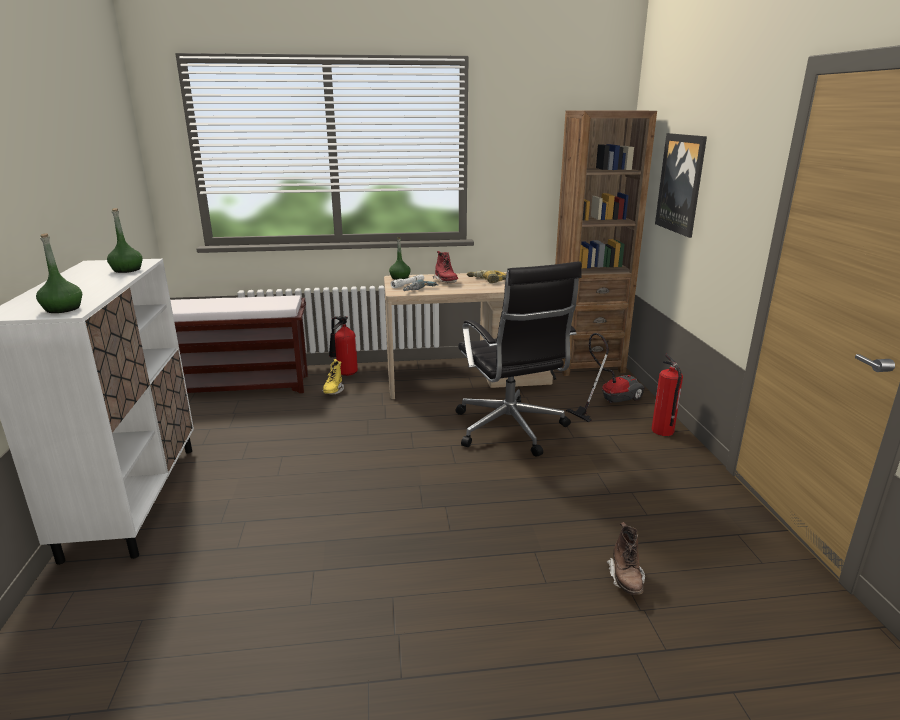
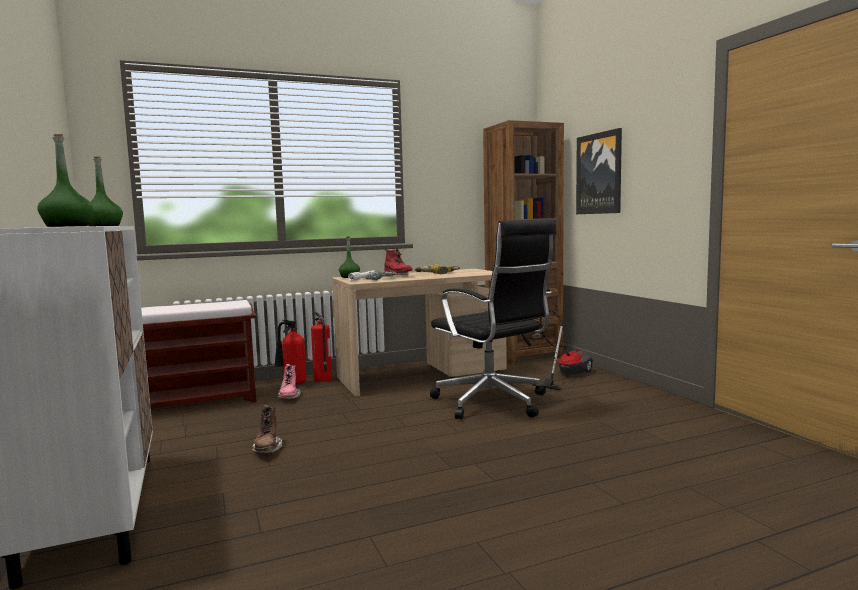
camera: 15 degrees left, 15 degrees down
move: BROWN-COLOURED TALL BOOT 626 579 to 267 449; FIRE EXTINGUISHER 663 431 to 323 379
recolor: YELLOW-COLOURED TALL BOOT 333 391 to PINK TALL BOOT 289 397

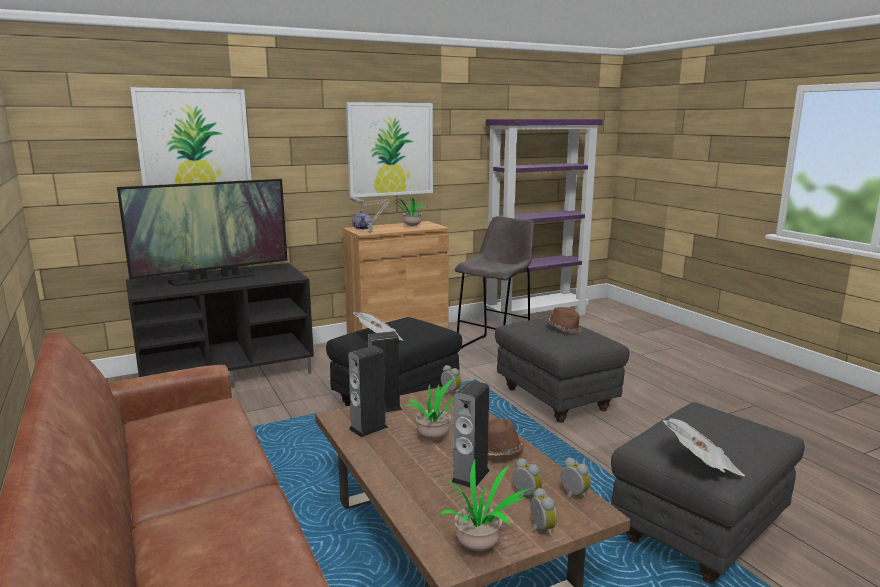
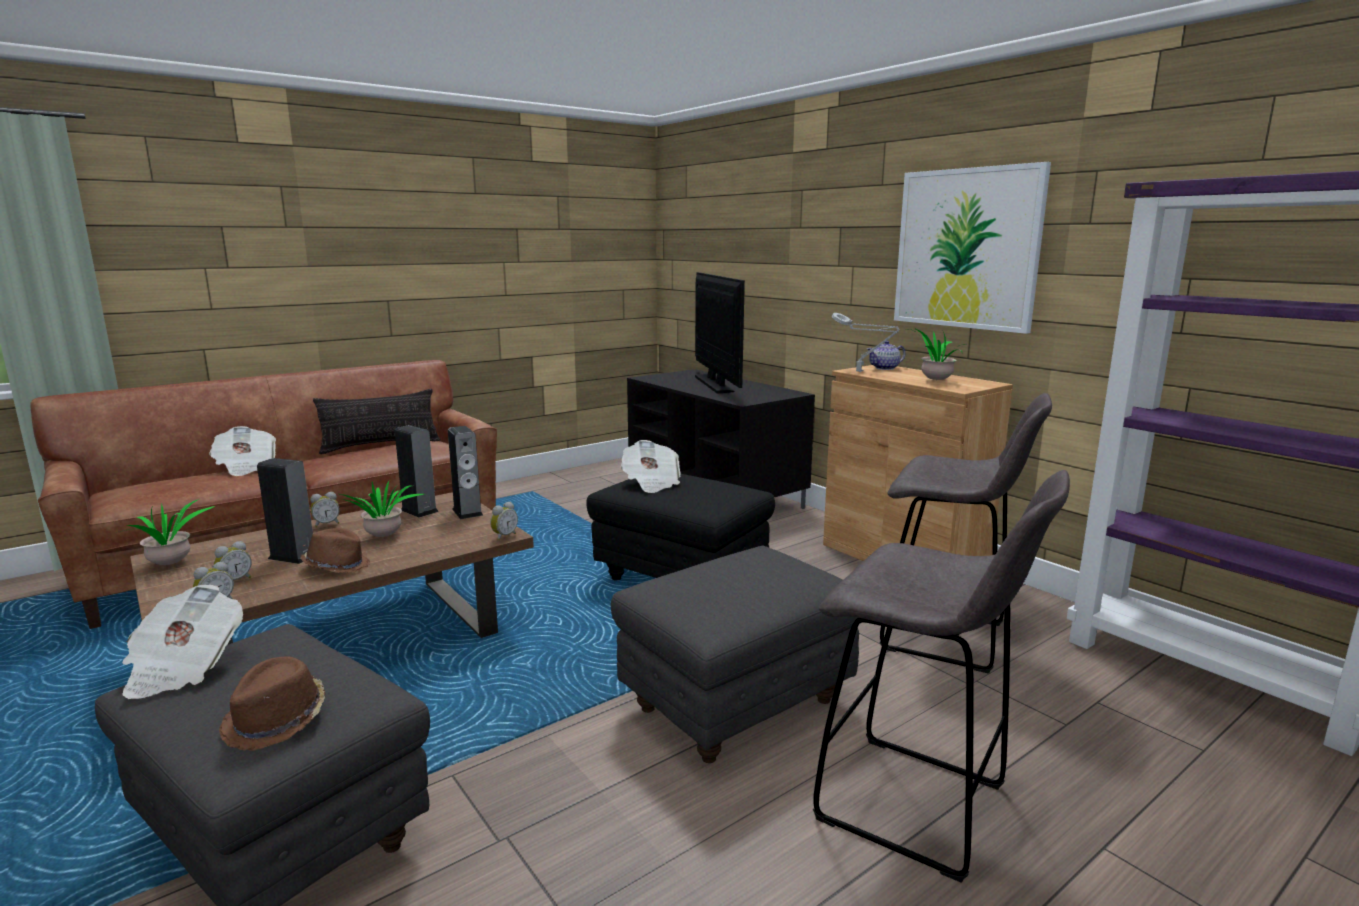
camera: 80 degrees right, 0 degrees up
delete: WALL PICTURE 194 142
insert: PRINTED PAPER 246 467; PILLOW 381 445; GREYISH STOOL SEAT 917 805
move: TABLE CLOCK 540 530 to 327 524; BROWN-COLOURED CLOTHING HAT 564 329 to 277 720
rotate: TV 213 279 = 714 384 150 degrees counterclockwise

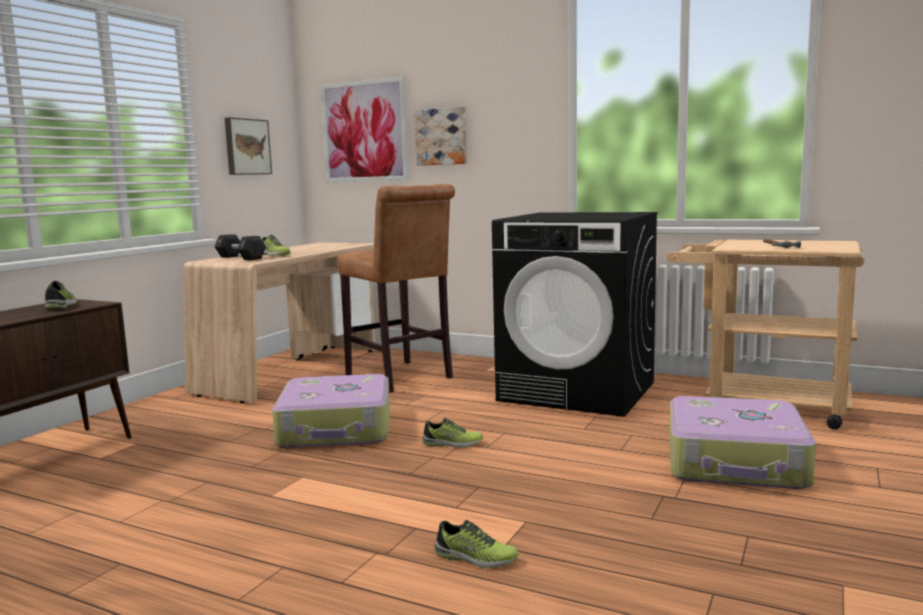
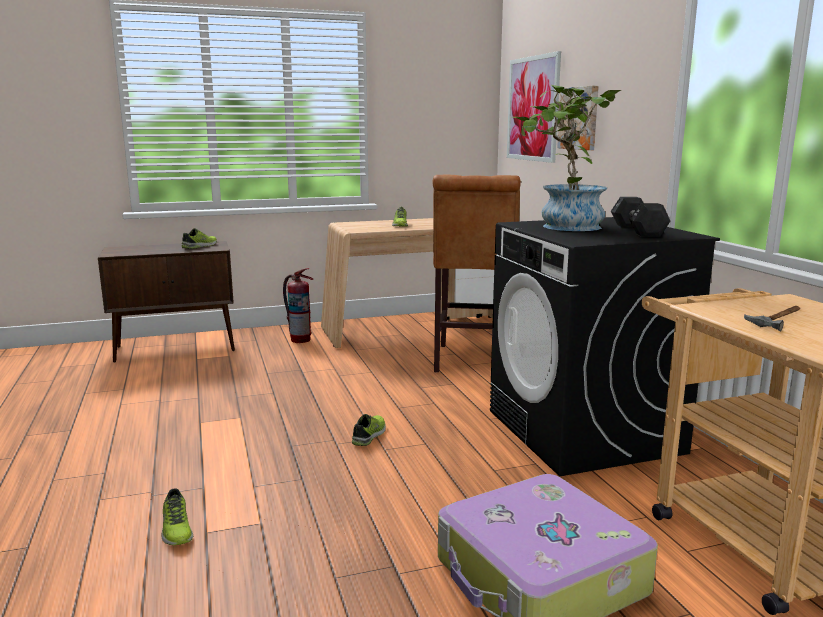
camera: 45 degrees right, 5 degrees up
delete: WALL PICTURE 246 147; SUITCASE 337 429
insert: FIRE EXTINGUISHER 300 339; PLANT IN A POT 563 227
move: BLACK DUMBBELL 240 258 to 637 231
rotate: SHOE 452 444 = 370 435 120 degrees counterclockwise

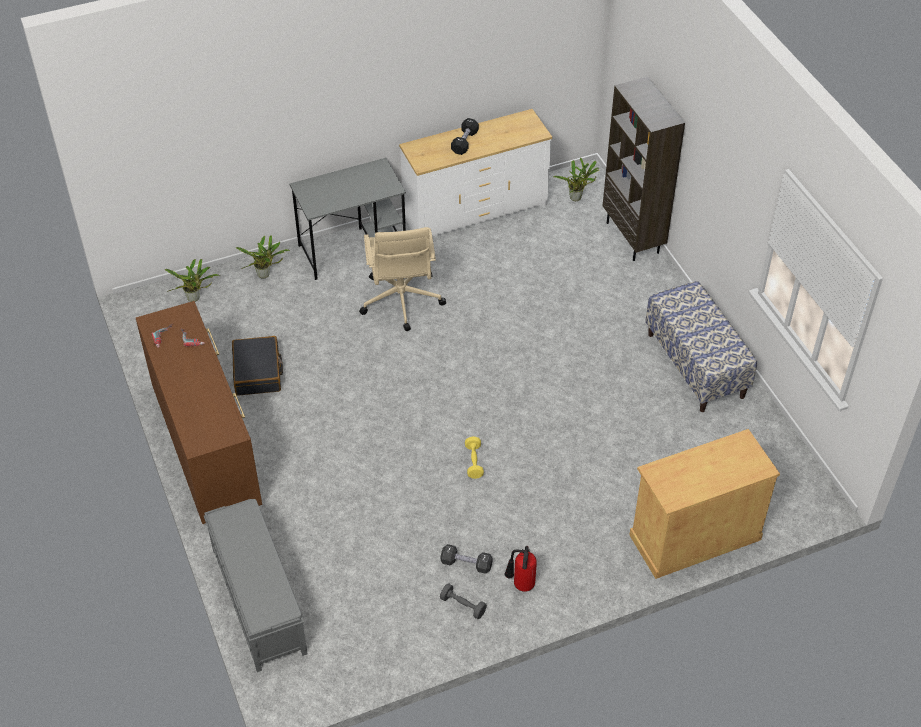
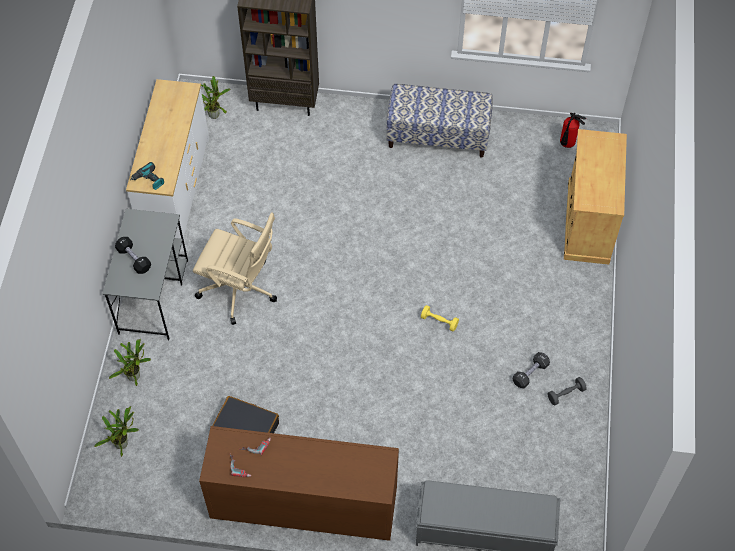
camera: 60 degrees left, 10 degrees up
insert: ELECTRIC DRILL 149 180
move: BLACK DUMBBELL 464 142 to 134 259; FIRE EXTINGUISHER 520 585 to 566 145

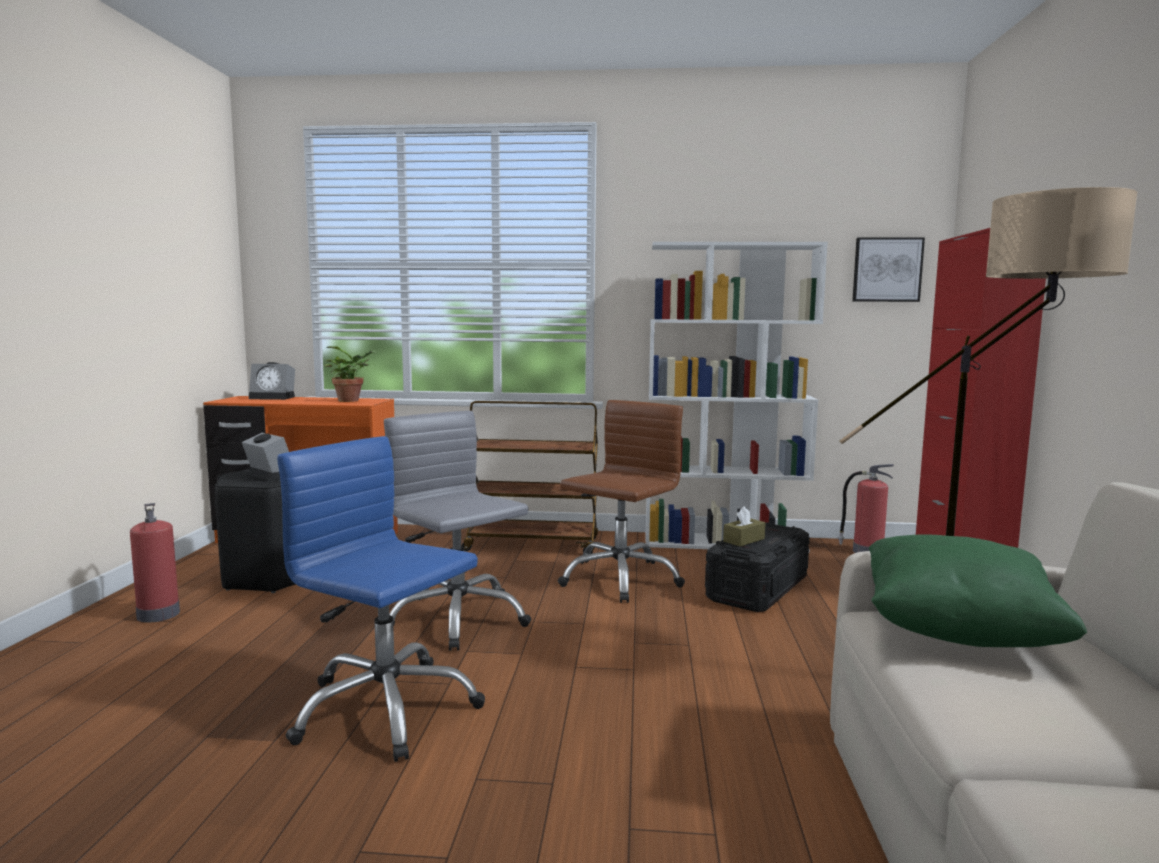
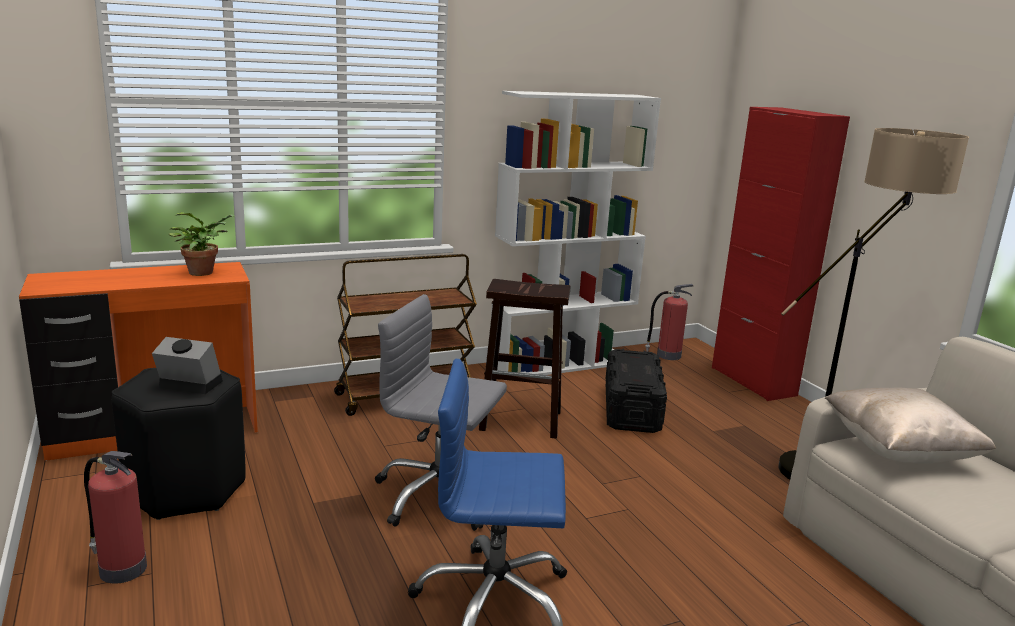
camera: 30 degrees left, 10 degrees up
delete: TABLE CLOCK 274 397; BROWN-COLOURED TISSUE BOX 744 540; WALL PICTURE 887 270
replace: BROWN-COLOURED COMPUTER CHAIR 619 579 to BROWN-COLOURED STOOL SEAT 522 420
recolor: GREENISH PILLOW 957 632 to SAND-COLOURED PILLOW 899 451

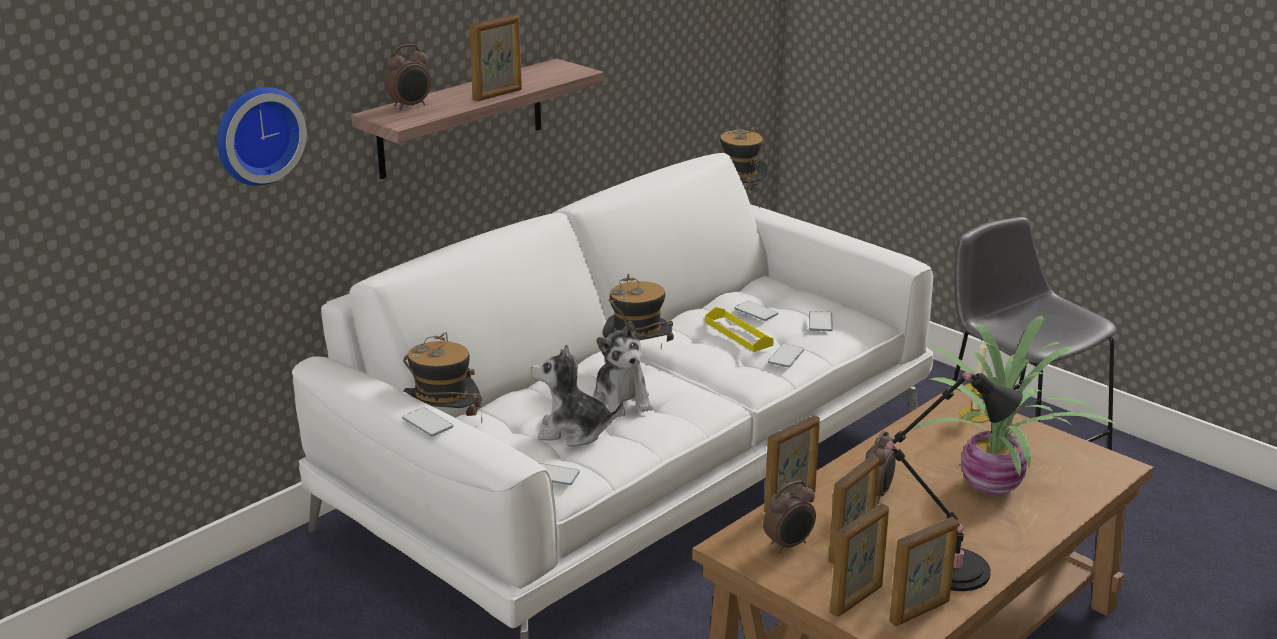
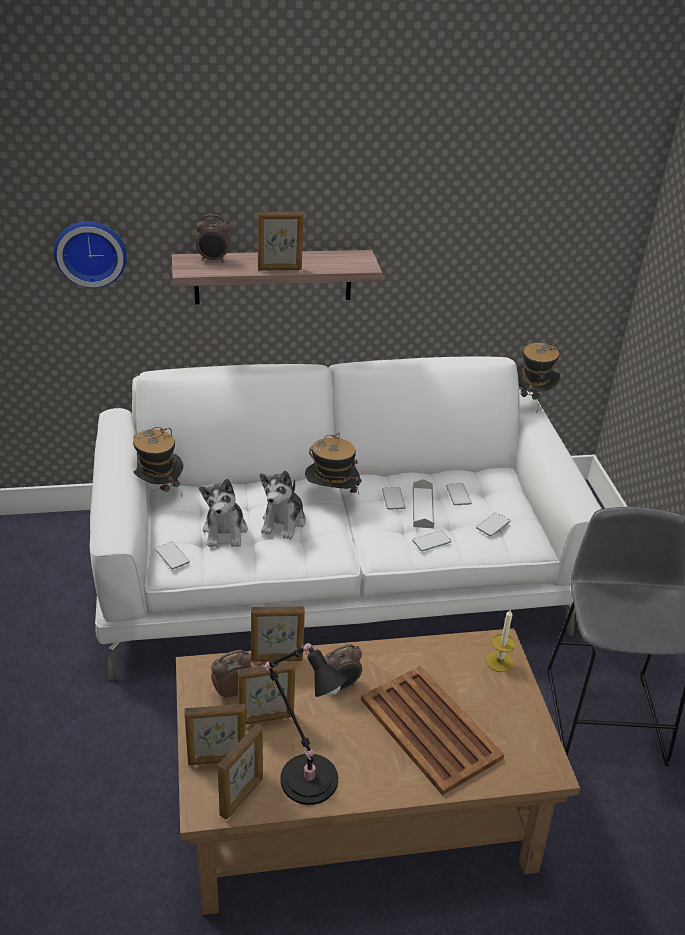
camera: 35 degrees right, 10 degrees up
move: HANDSET 427 423 to 393 499
replace: PLANT IN A POT 995 486 to BROWN-COLOURED SERVING TRAY 430 730
recolor: YELLOW-COLOURED SERVING TRAY 738 333 to GREYISH SERVING TRAY 422 507
rotate: SOFT TOY 573 432 = 225 531 135 degrees counterclockwise; TABLE CLOCK 789 545 = 232 691 150 degrees clockwise; PHOTO FRAME 920 612 = 242 796 60 degrees counterclockwise

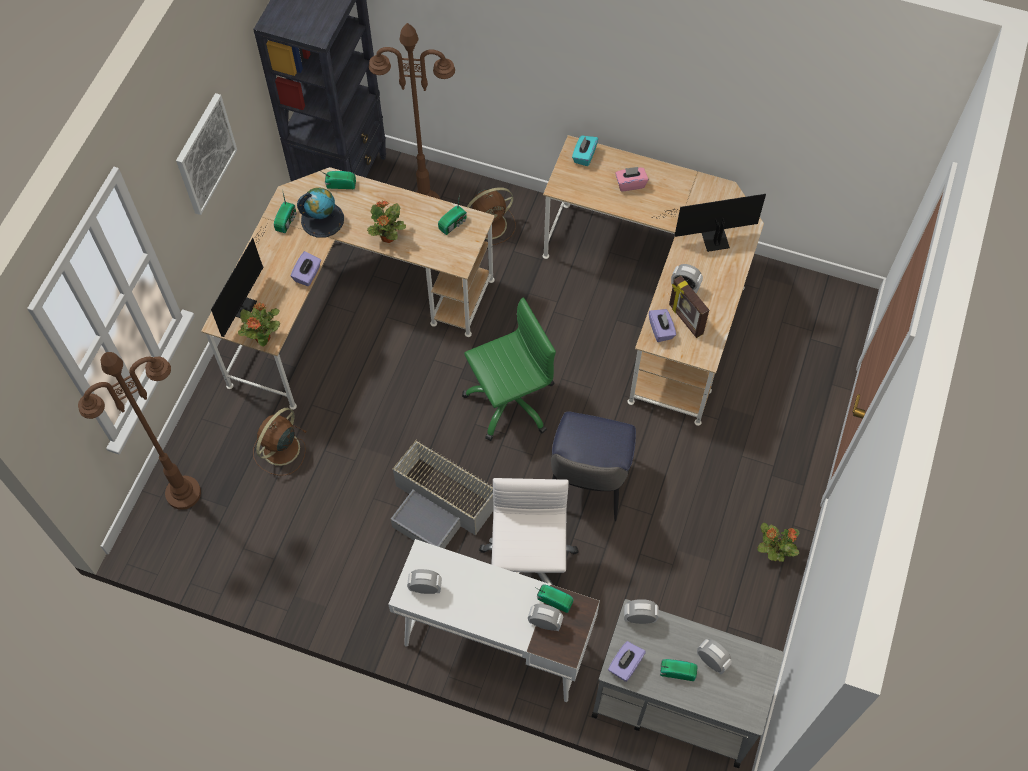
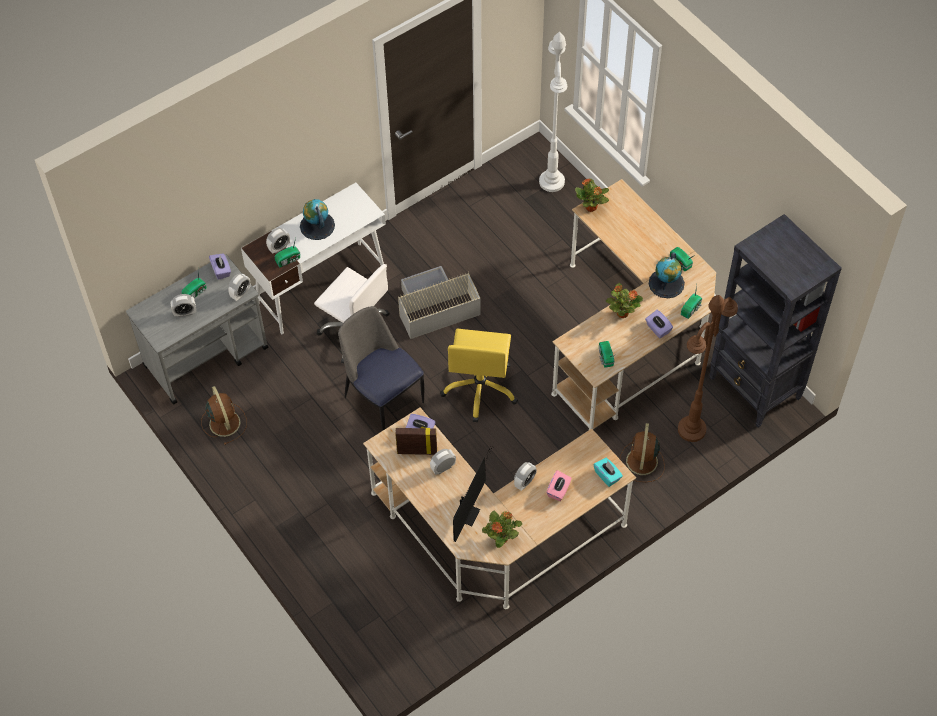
camera: 125 degrees right, 5 degrees down
delete: WALL PICTURE 205 154; COMPUTER DISPLAY 244 303
insert: WORLD GLOBE 317 226
move: BROWN-COLOURED ELECTRIC FAN 280 450 to 224 422; PURPLE-COLOURED TISSUE BOX 308 275 to 658 329; TABLE CLOCK 425 588 to 524 482; PLANT IN A POT 773 551 to 501 538
recolor: BROWN-COLOURED STANDING LAMP 184 493 to WHITE STANDING LAMP 552 182; GREENISH COMPUTER CHAIR 510 401 to YELLOW-COLOURED COMPUTER CHAIR 480 389

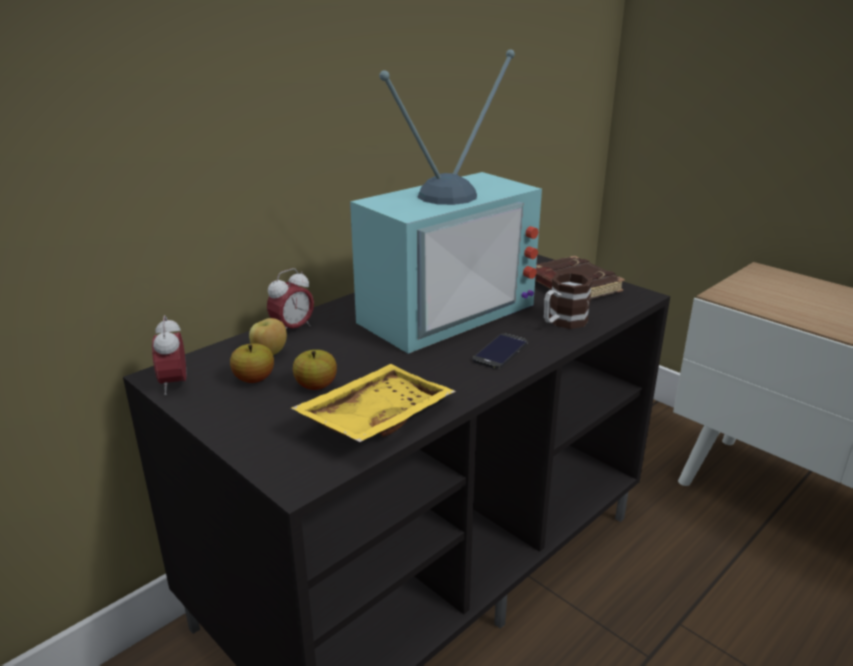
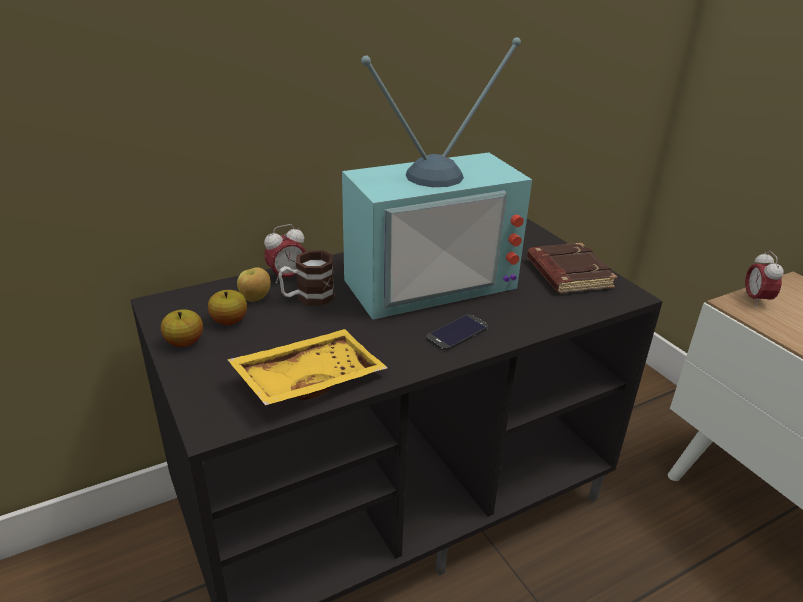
camera: 15 degrees right, 5 degrees up
move: TABLE CLOCK 174 384 to 755 300; APPLE 316 386 to 184 342; COFFEE MUG 562 322 to 308 298

